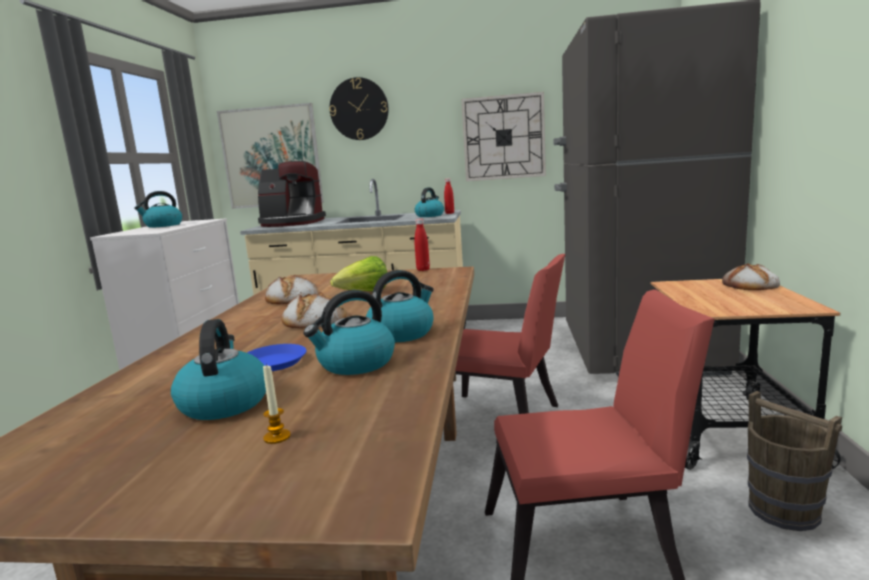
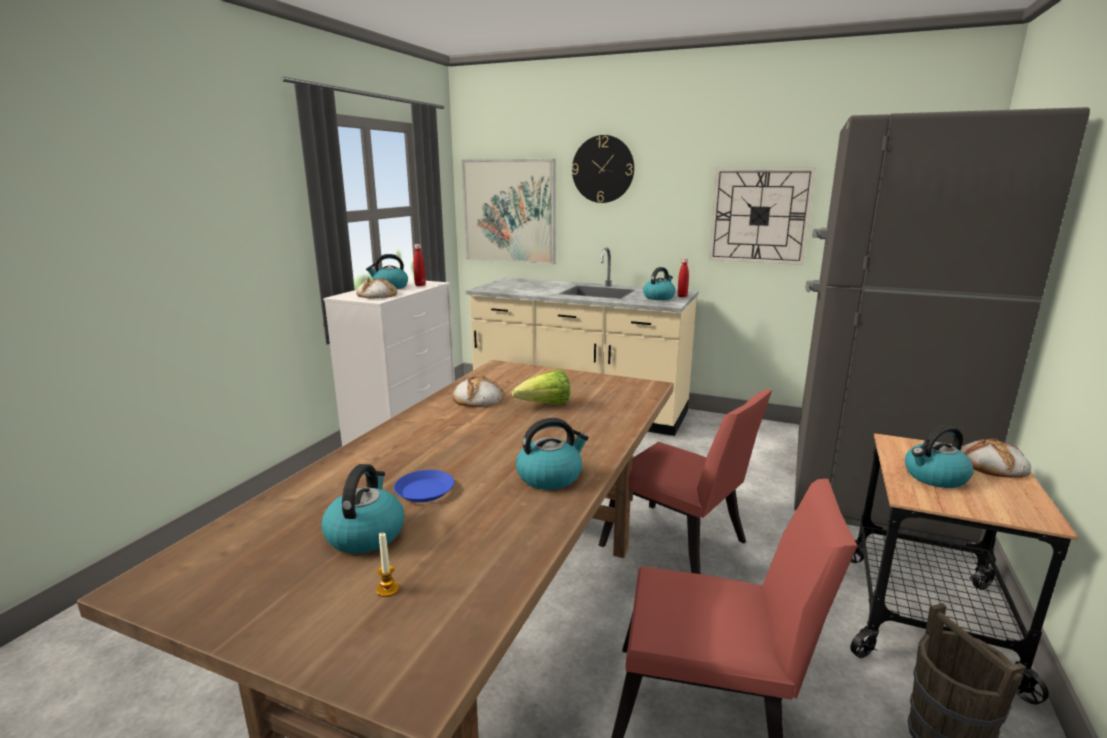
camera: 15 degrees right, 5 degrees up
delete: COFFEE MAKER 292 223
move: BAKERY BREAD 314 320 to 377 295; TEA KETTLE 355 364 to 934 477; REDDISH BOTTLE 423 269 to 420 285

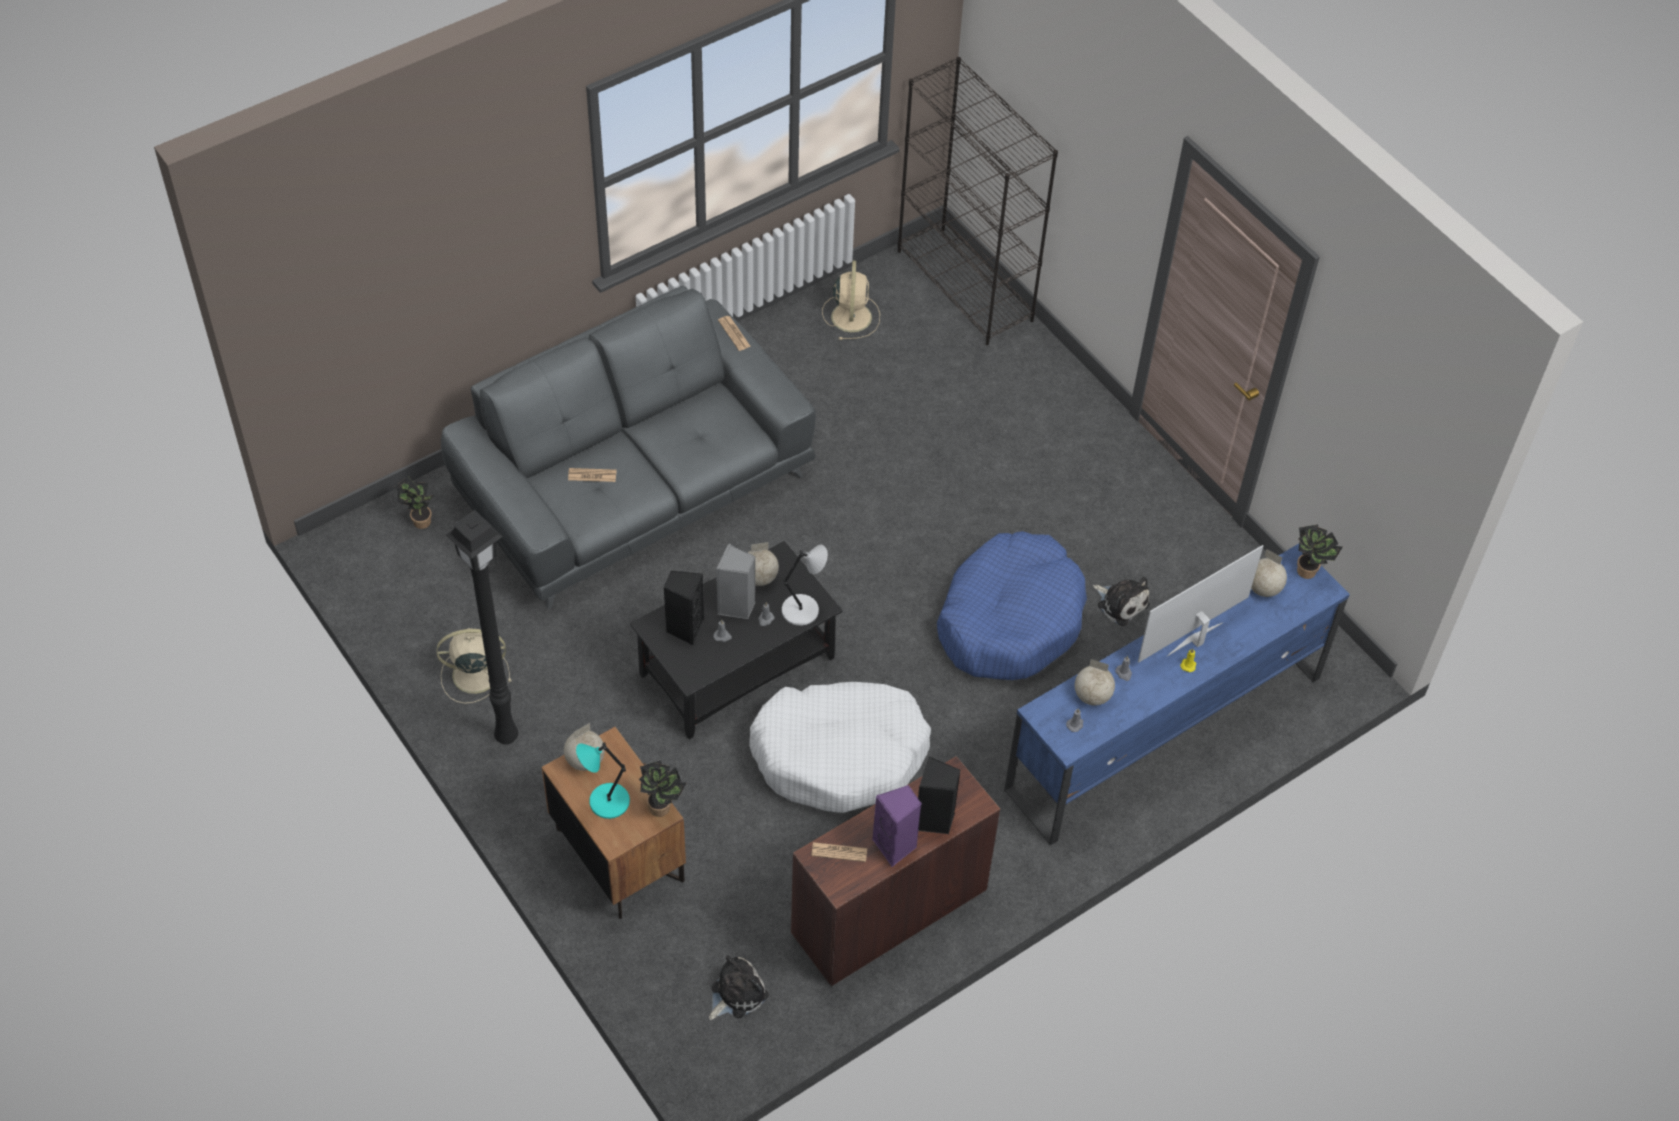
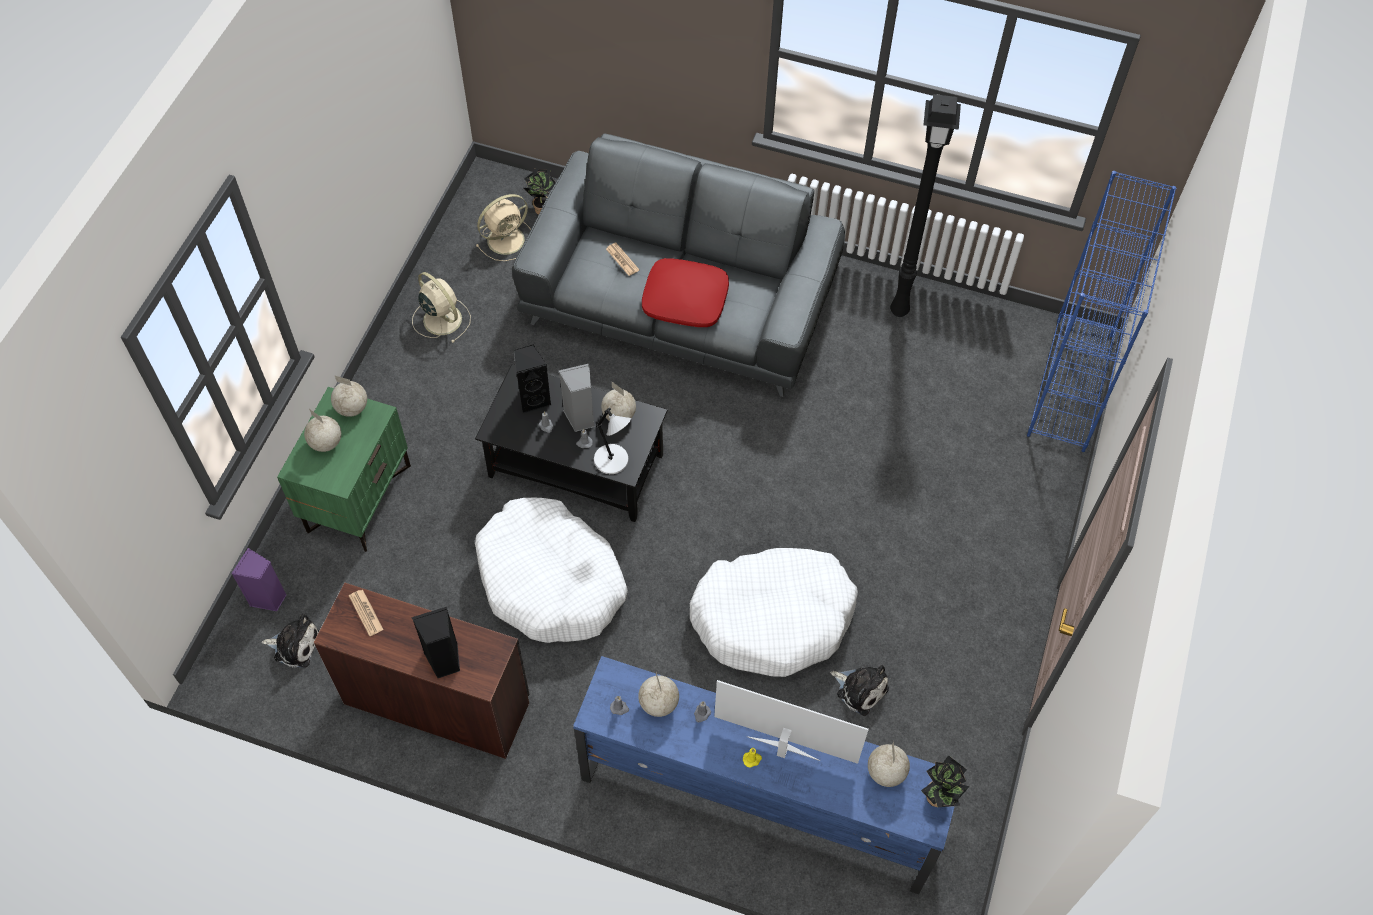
camera: 55 degrees right, 5 degrees up
delete: PLANT IN A POT 663 808; PRINTED PAPER 734 333
insert: REDDISH PILLOW 685 299
move: BLACK STANDING LAMP 504 736 to 898 309; SAND-COLOURED ELECTRIC FAN 851 315 to 507 239; PURPLE-COLOURED LOUDSPEAKER 895 846 to 268 598
replace: TURQUOISE-COLOURED TABLETOP LAMP 606 802 to WORLD GLOBE 326 443
recolor: BROWN-COLOURED BEDSIDE TABLE 618 855 to GREENISH BEDSIDE TABLE 358 497; BLACK BOOKCASE 965 286 to BLUISH BOOKCASE 1071 385; BLUISH DOG BED 1009 619 to WHITE DOG BED 773 618
rotate: SOFT TOY 1121 603 = 860 689 60 degrees counterclockwise

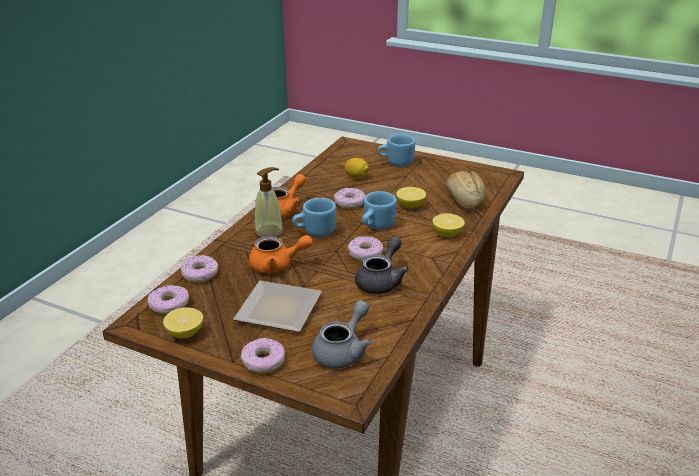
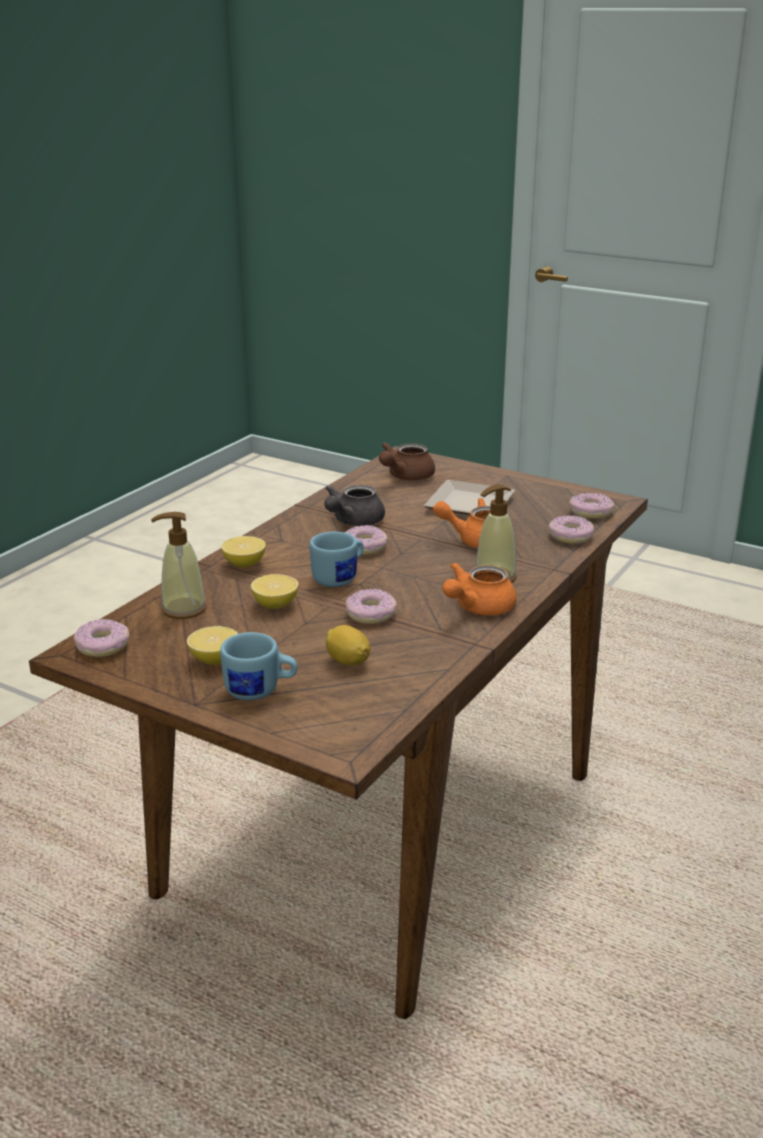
camera: 175 degrees left, 5 degrees down
delete: BLUISH COFFEE MUG 314 232
move: CITRUS FRUIT 185 333 to 214 660; DONUT 263 361 to 103 646
replace: BAKERY BREAD 464 200 to SOAP BOTTLE 183 609
recolor: GREYISH POT FOR TEA 343 351 to BROWN-COLOURED POT FOR TEA 405 476

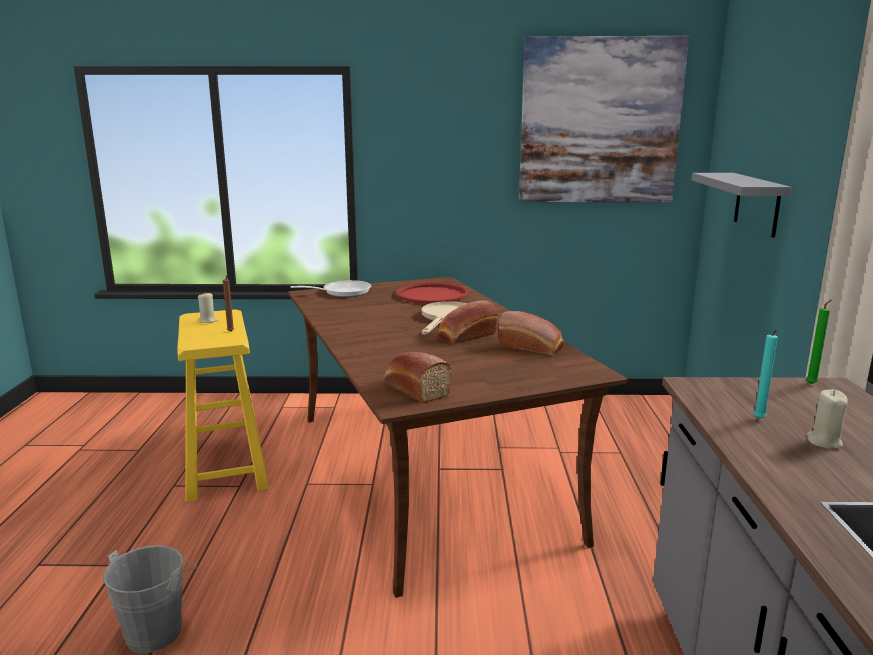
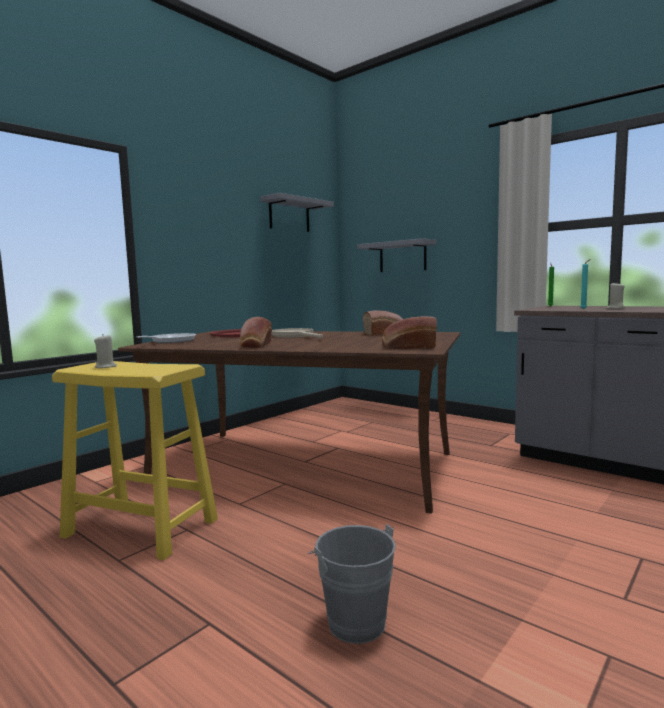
camera: 50 degrees left, 10 degrees down
delete: BROWN-COLOURED CANDLE 230 332
move: BAKERY BREAD 465 336 to 255 345
replace: WALL PICTURE 599 121 to GREYISH BRACKET SHELF 289 215

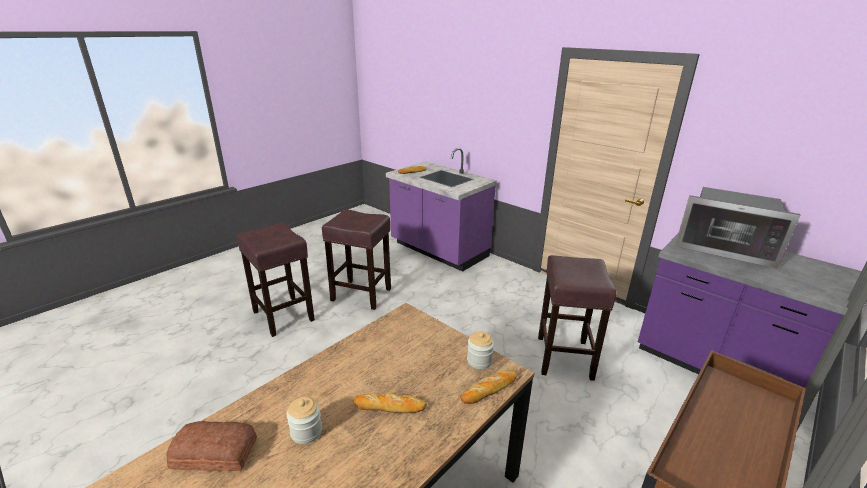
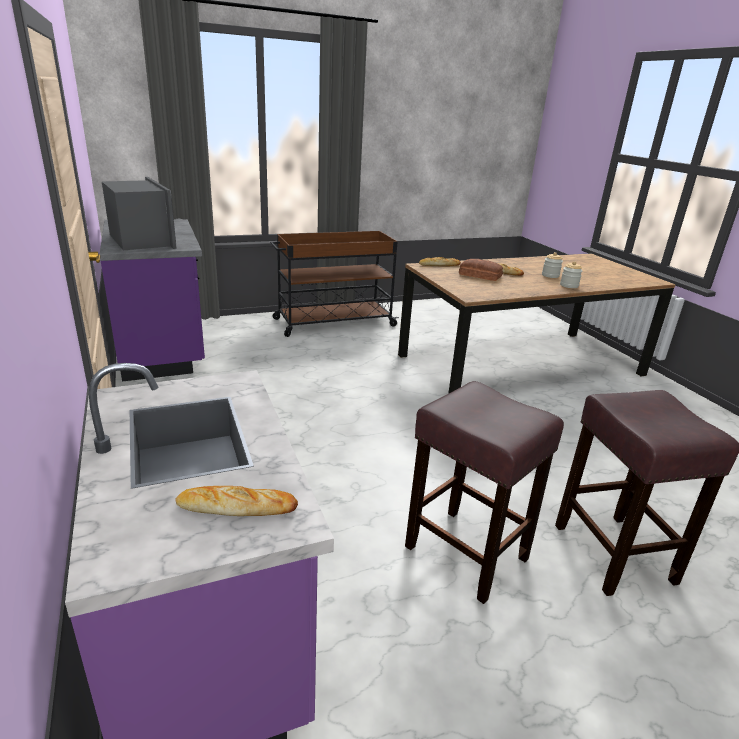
camera: 155 degrees left, 0 degrees up
delete: BROWN-COLOURED STOOL SEAT 564 356
move: BAKERY BREAD 214 452 to 480 275; JAR 479 361 to 569 285

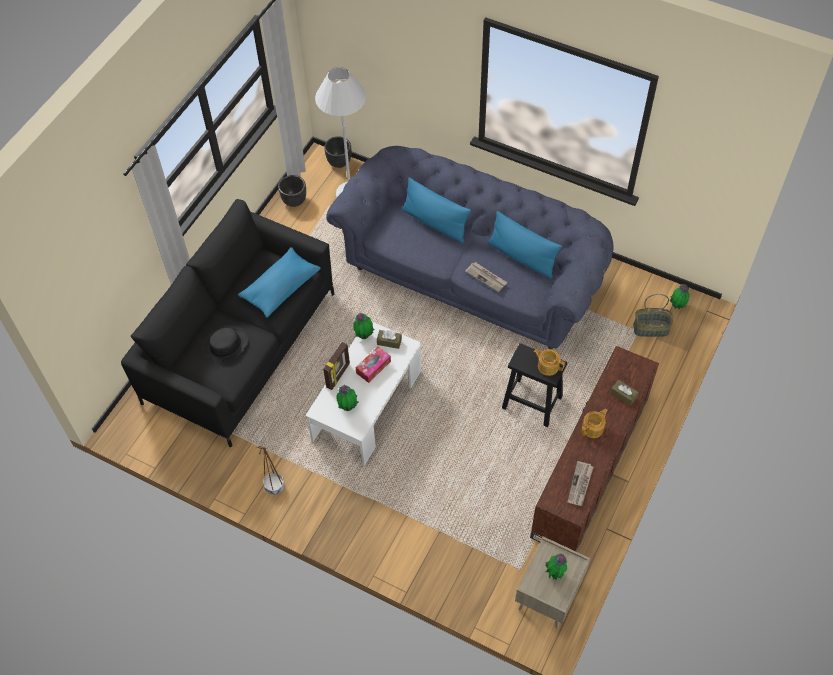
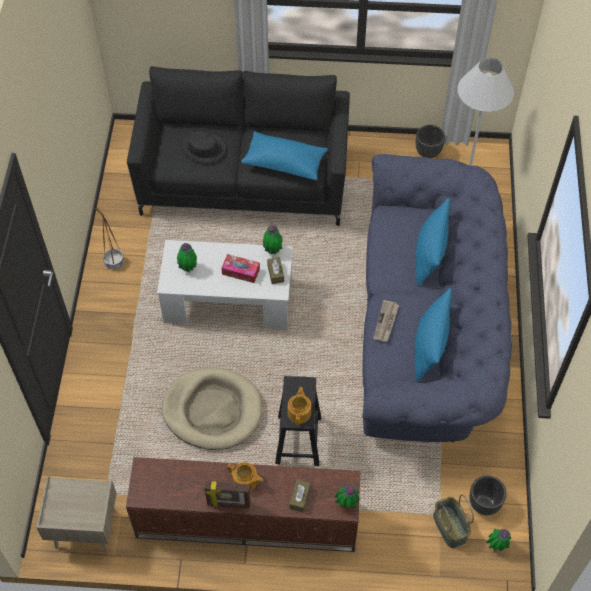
camera: 65 degrees right, 0 degrees up
delete: PRINTED PAPER 580 485
insert: SAND-COLOURED DOG BED 212 410
move: PHOTO FRAME 338 375 to 228 504; BLACK FLOWER POT 339 162 to 484 504; PLANT IN A POT 555 573 to 346 504

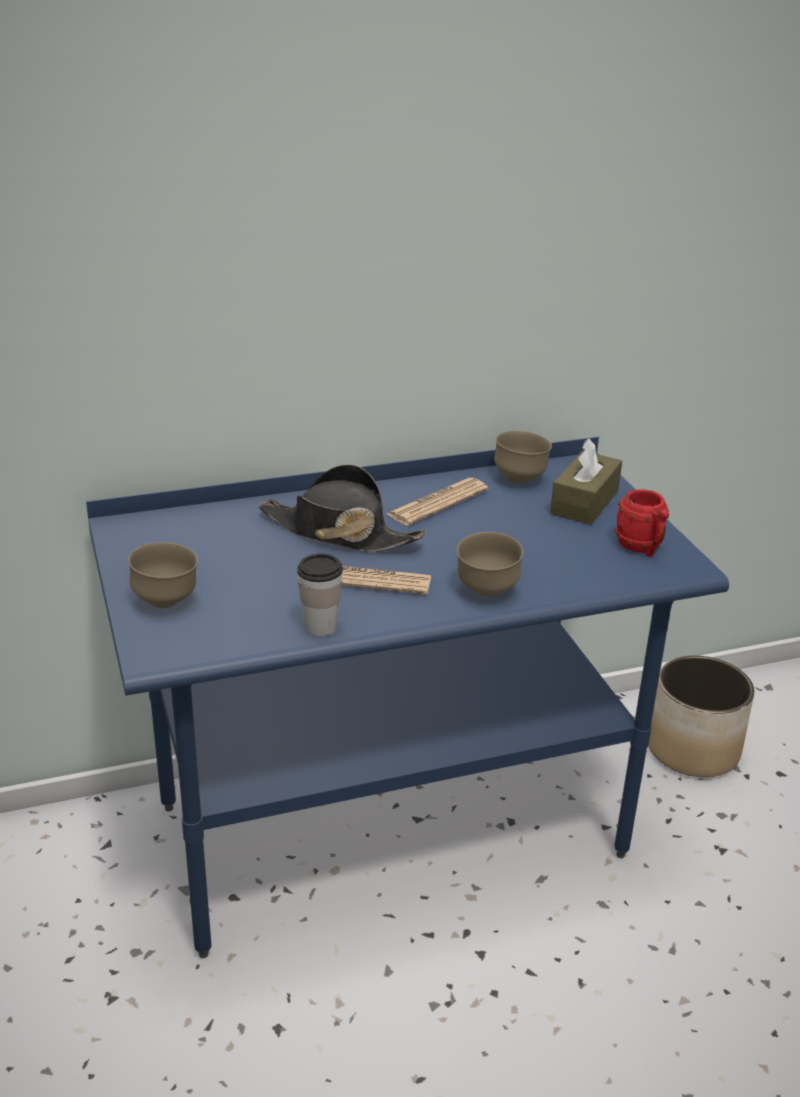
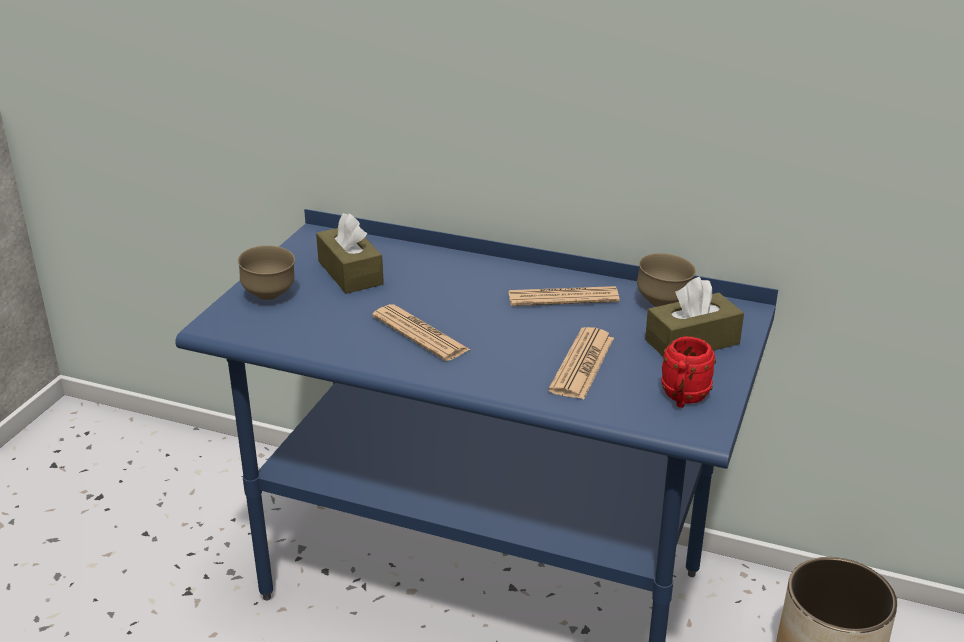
camera: 40 degrees right, 0 degrees up
delete: BLACK CLOTHING HAT 339 532; SMALL CUP 320 627; BROWN-COLOURED SERVING BOWL 487 592
insert: BROWN-COLOURED TISSUE BOX 350 273; PRINTED PAPER 582 364

